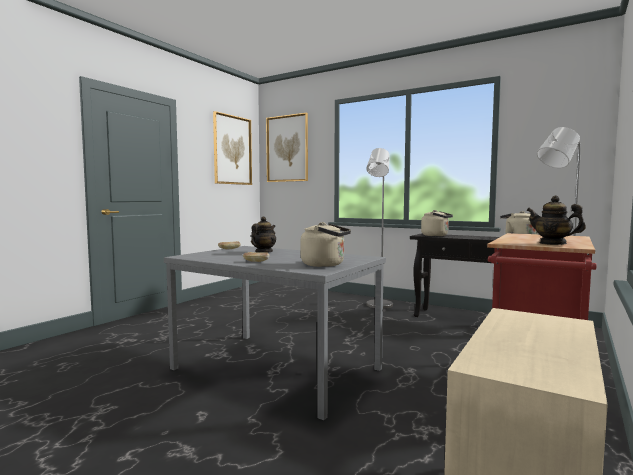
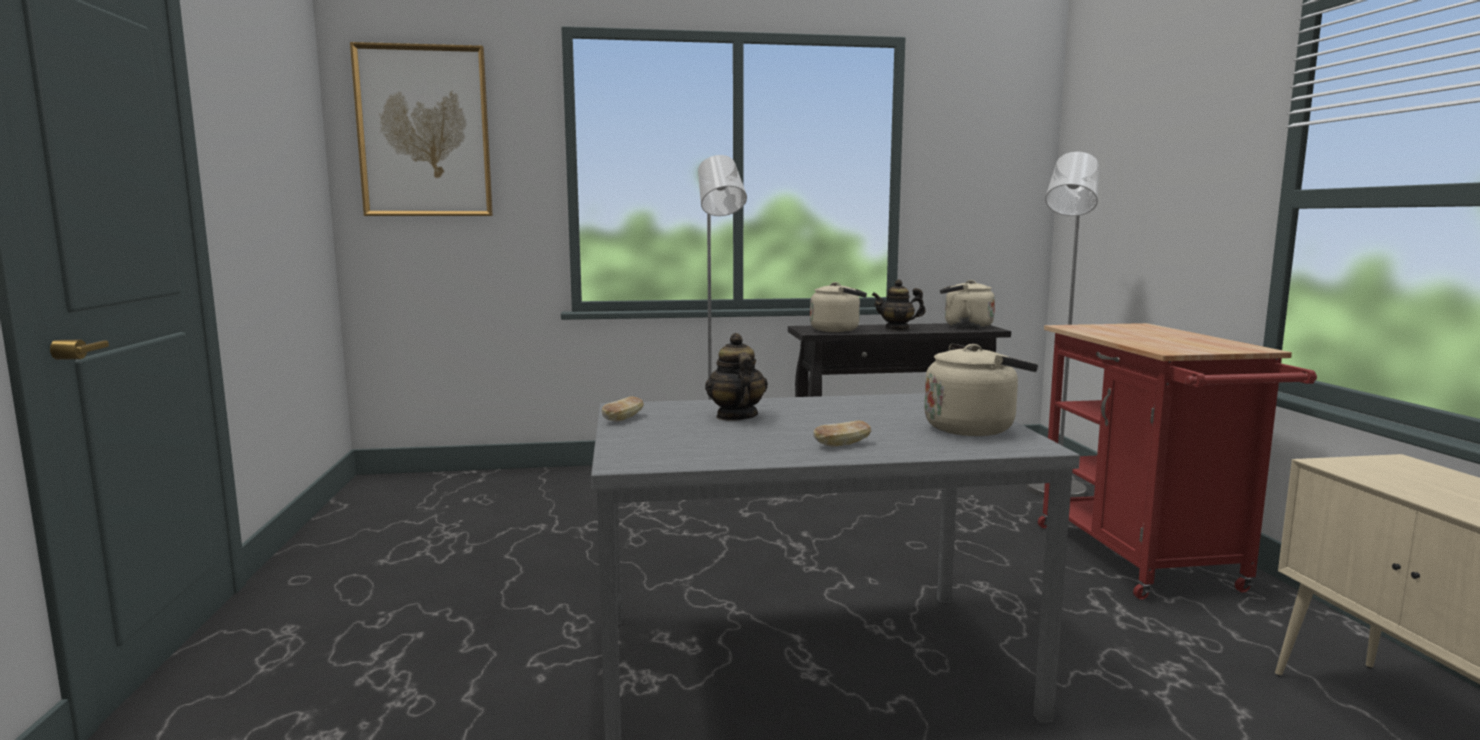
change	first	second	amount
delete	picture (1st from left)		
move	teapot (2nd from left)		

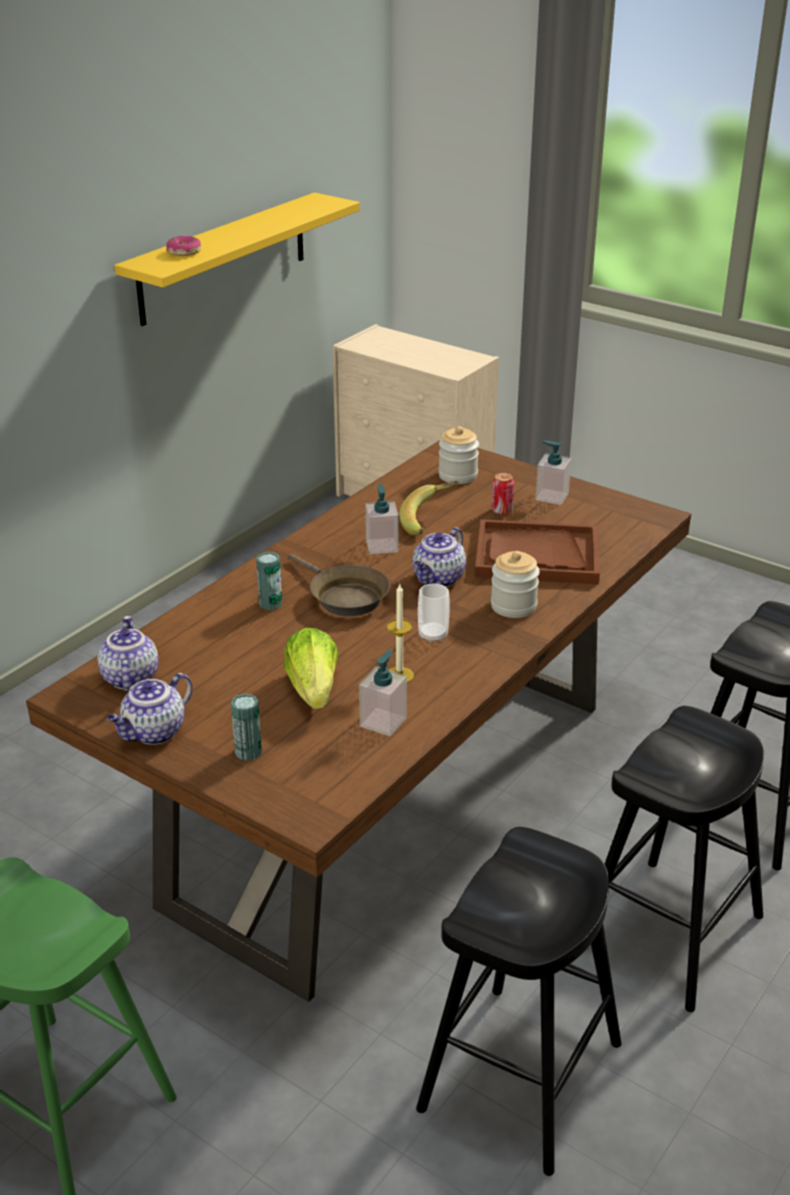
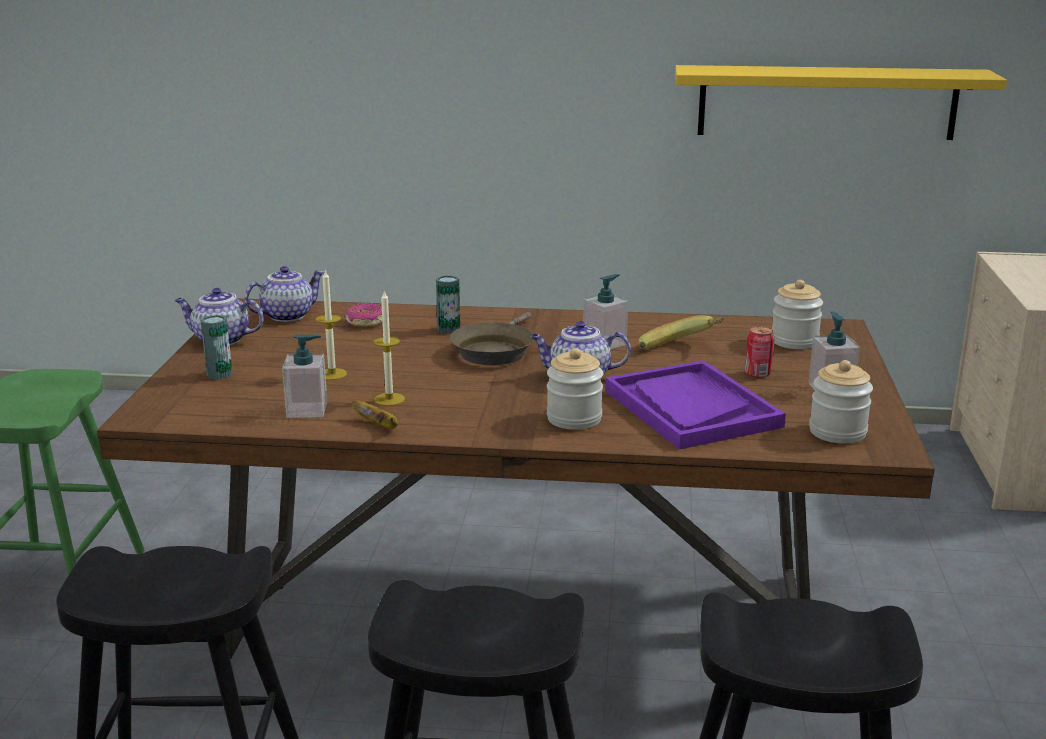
change	first	second	amount
move	donut		
recolor	brown_tray	purple_tray	
delete	cup		
replace	lettuce	candle (1st from left)	
insert		jar (3rd from left)	
insert		banana (1st from left)	

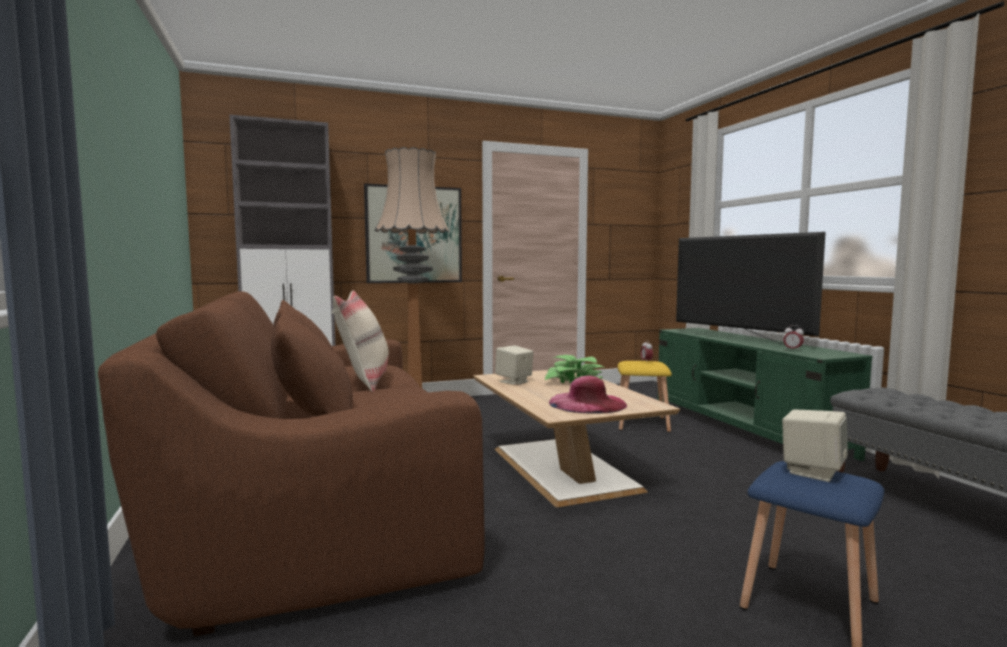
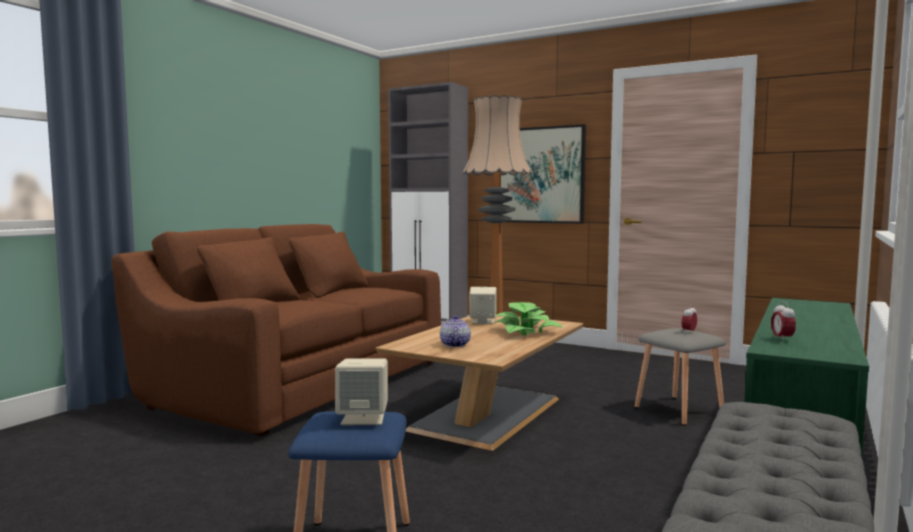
change	first	second	amount
delete	television		
delete	beige_pillow		
recolor	yellow_stool	grey_stool	
replace	pink_hat	teapot	

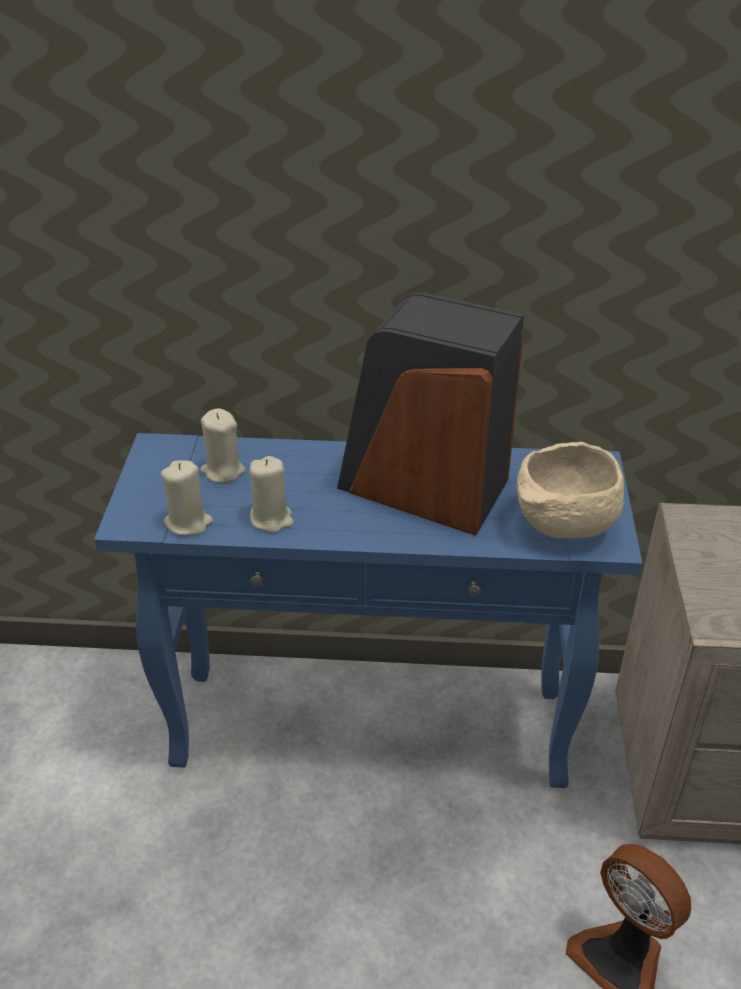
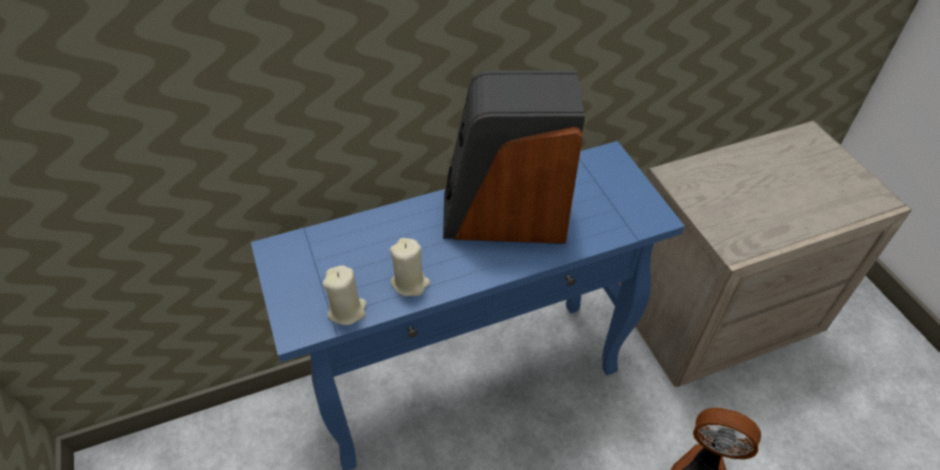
change	first	second	amount
delete	beige_candle (2nd from left)		
delete	beige_bowl		

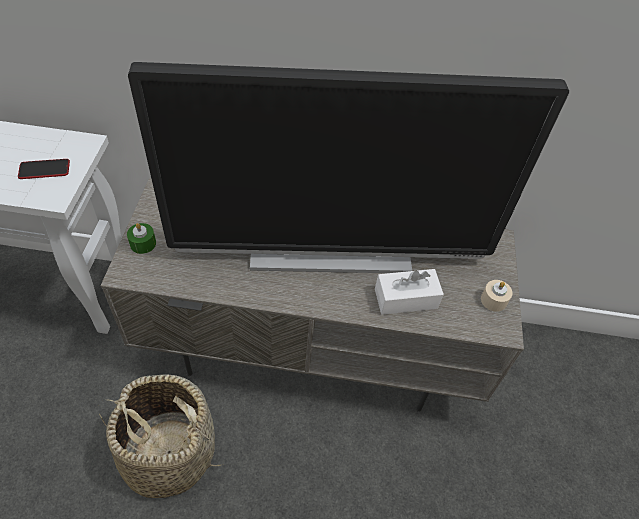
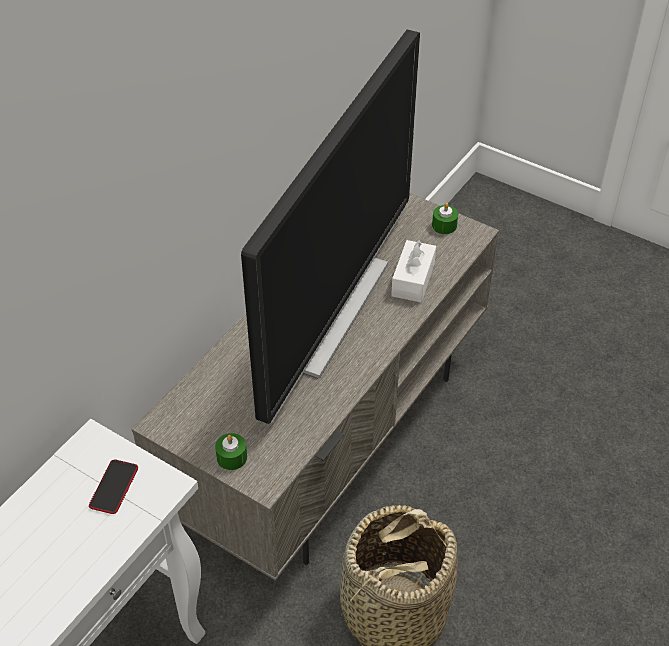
change	first	second	amount
recolor	beige_candle	green_candle (2nd from left)	

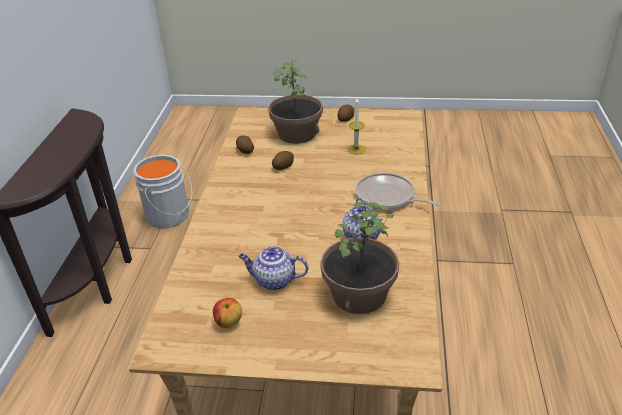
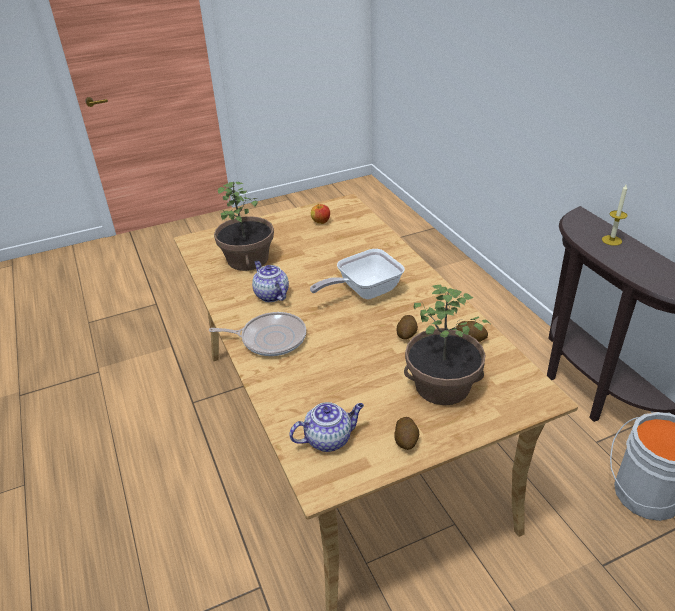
change	first	second	amount
move	candle		
move	teapot (1st from left in the first image)	teapot (2nd from left)	
insert		frying_pan (2nd from left)	

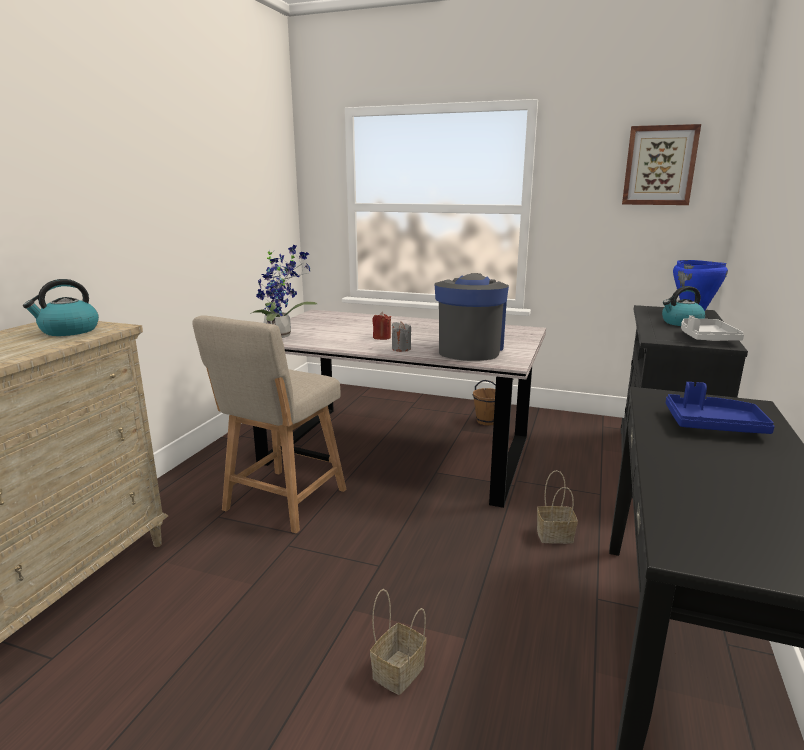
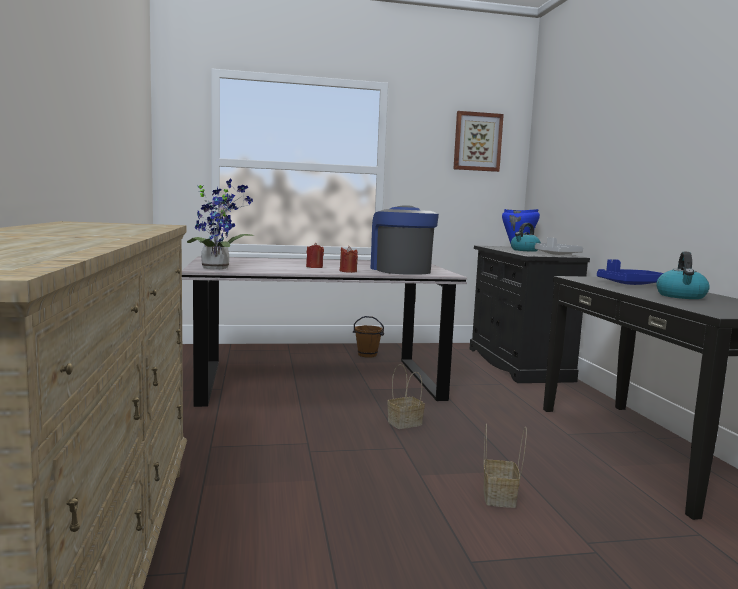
change	first	second	amount
move	kettle (1st from left in the first image)	kettle (2nd from left)	
delete	beige_chair		
recolor	grey_candle	red_candle (2nd from left)	
move	basket (2nd from left in the first image)	basket (1st from left)	

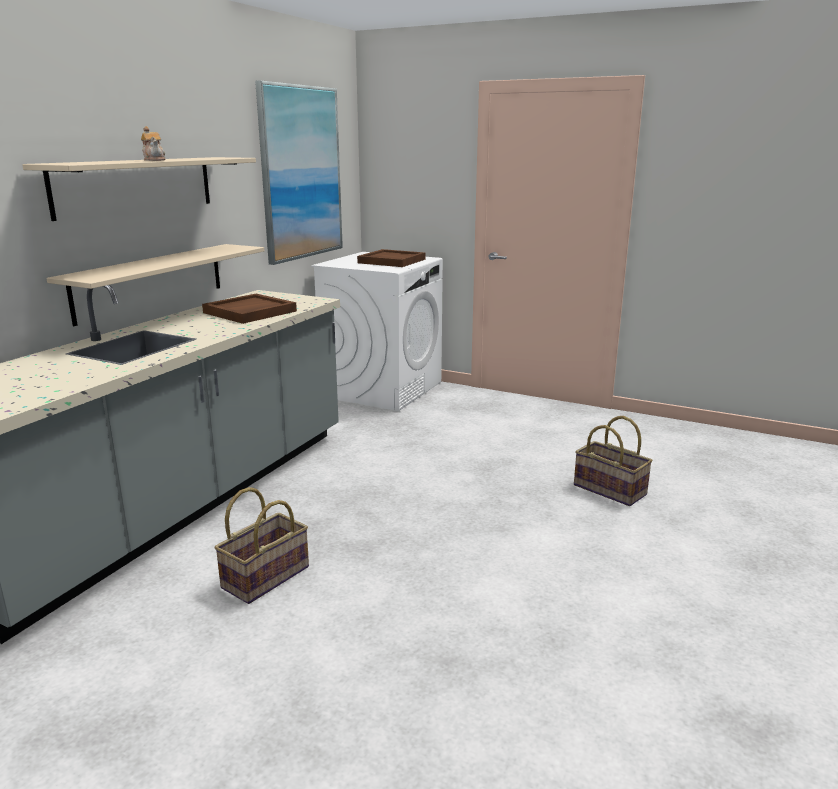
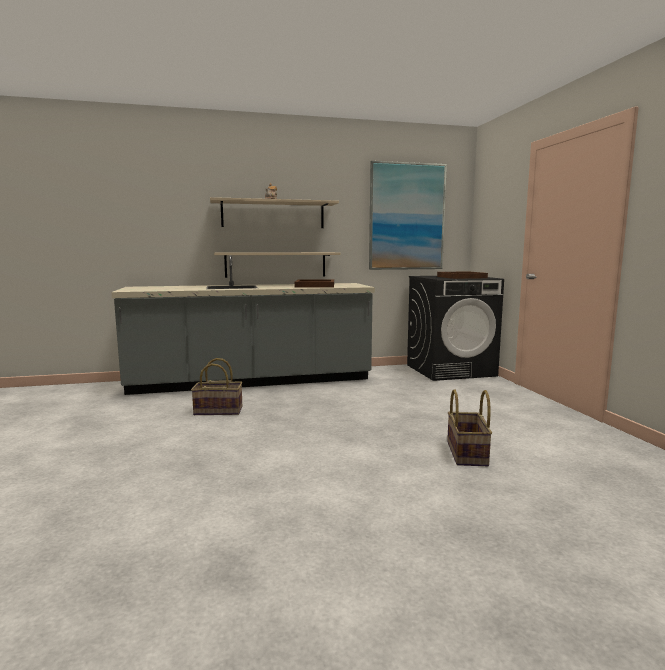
change	first	second	amount
recolor	white_washing_machine	black_washing_machine	

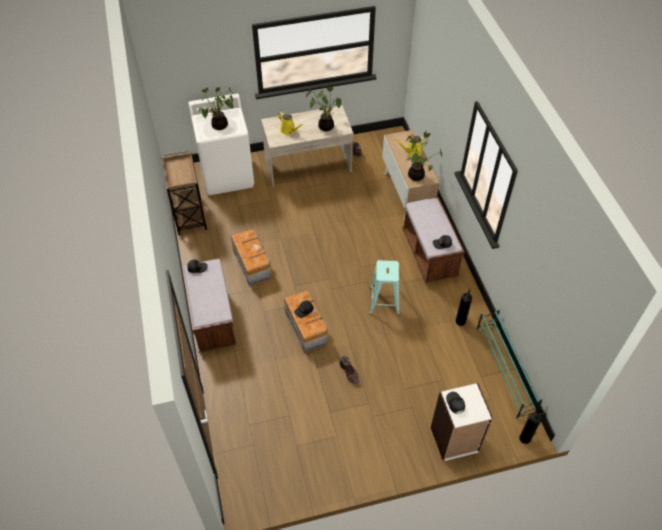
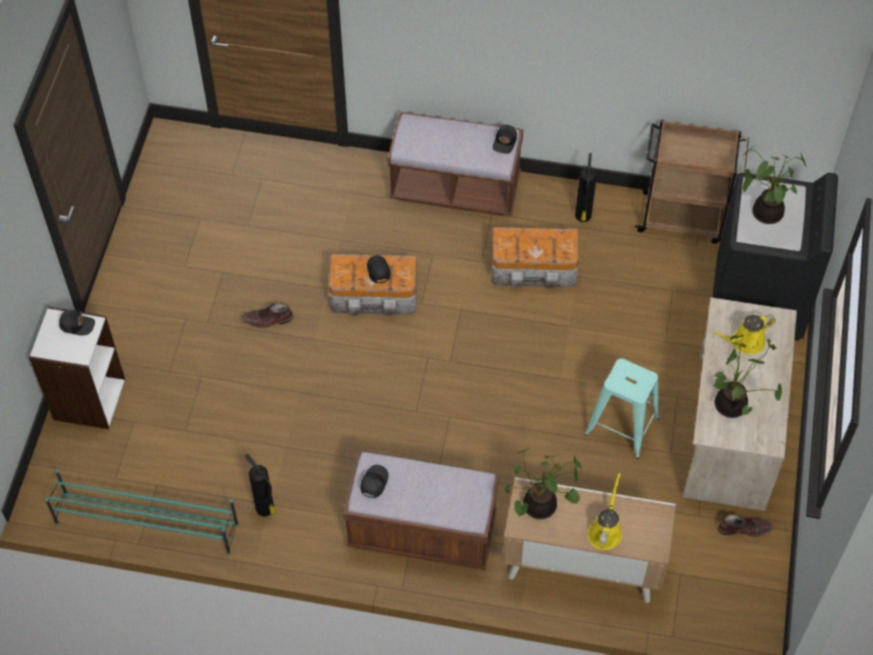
change	first	second	amount
recolor	white_washing_machine	black_washing_machine	
move	turquoise_stool		
move	fire_extinguisher (2nd from left)		

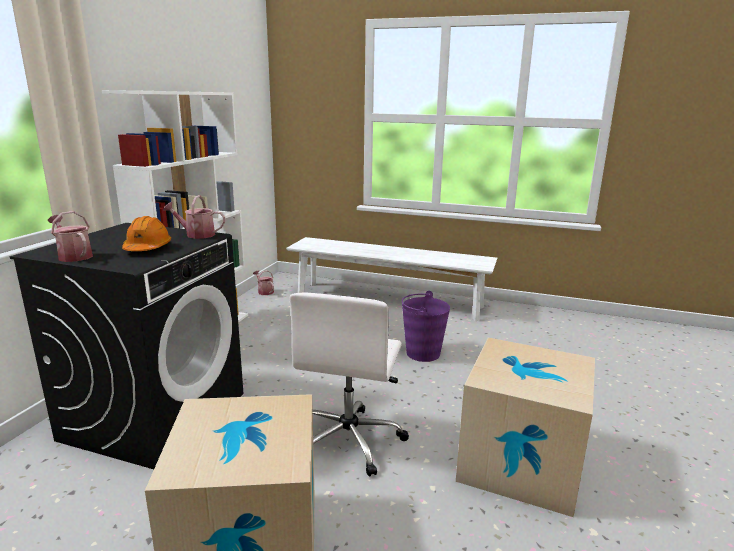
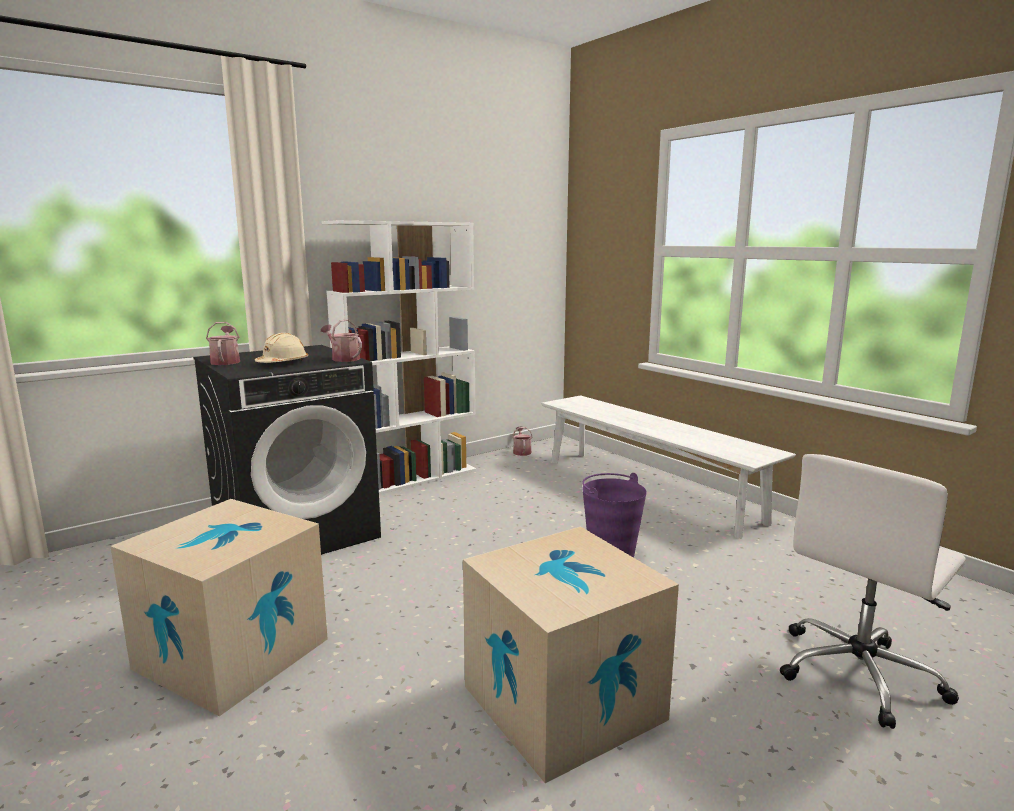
change	first	second	amount
recolor	orange_hard_hat	beige_hard_hat	
move	white_office_chair		

